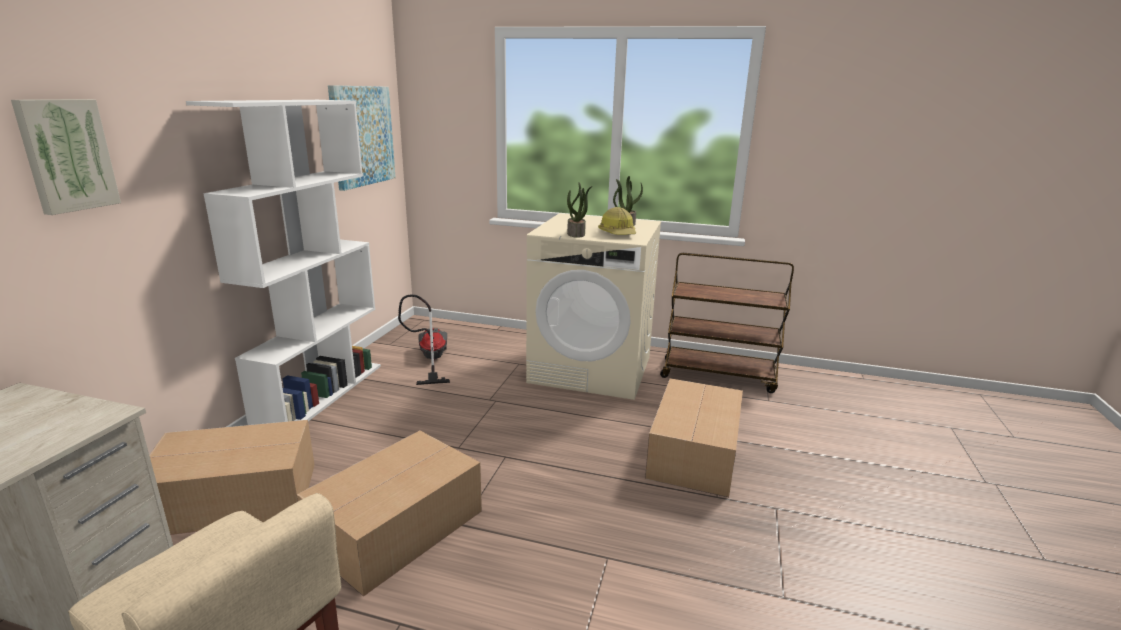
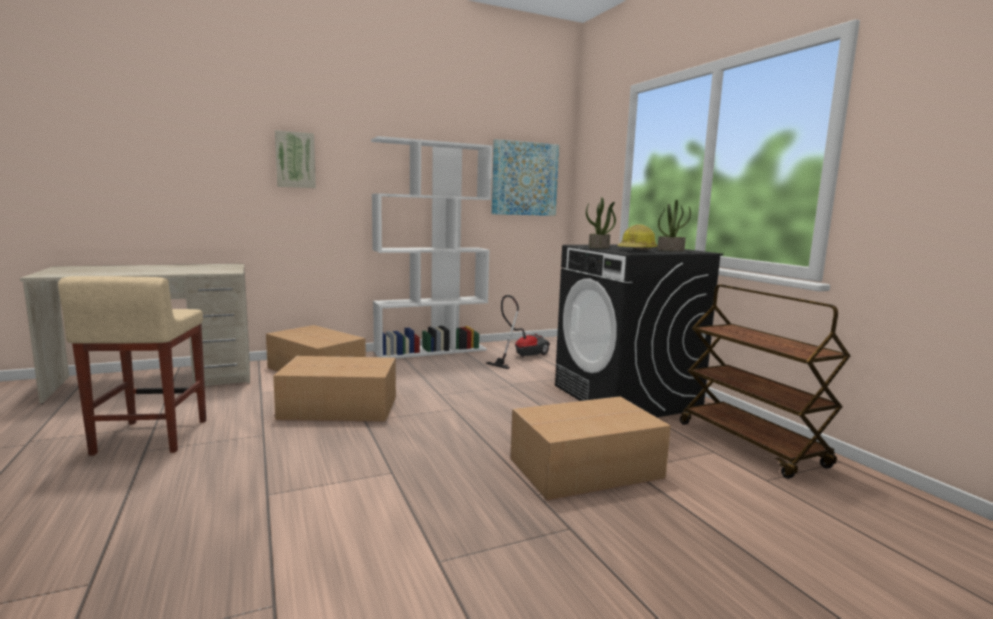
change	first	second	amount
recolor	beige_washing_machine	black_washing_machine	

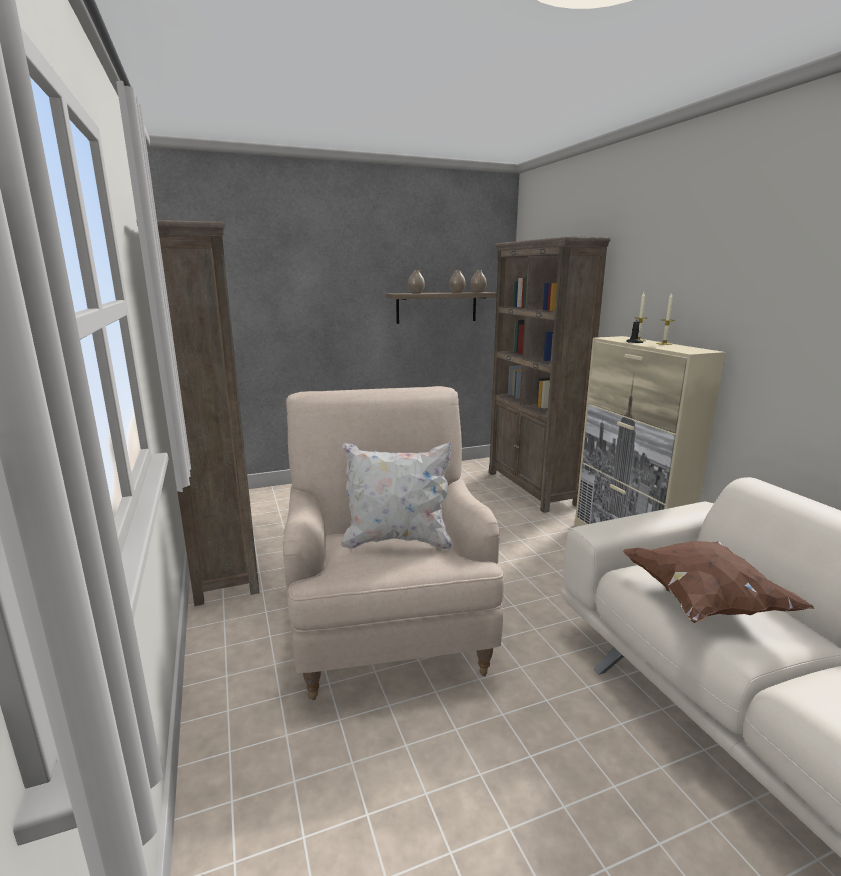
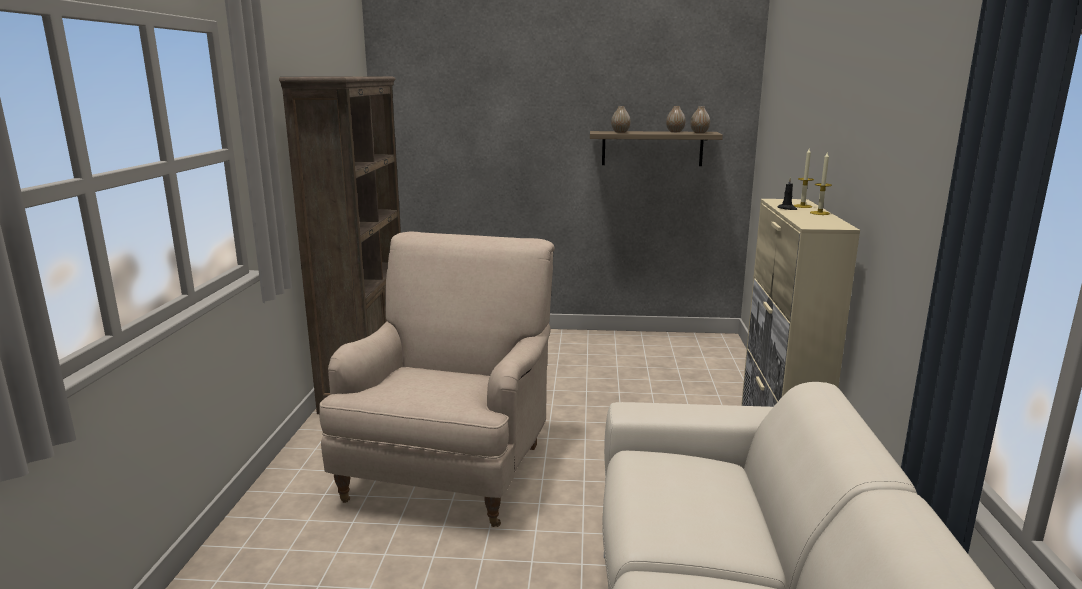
change	first	second	amount
delete	brown_bookcase (2nd from left)		
delete	white_pillow		
delete	brown_pillow		

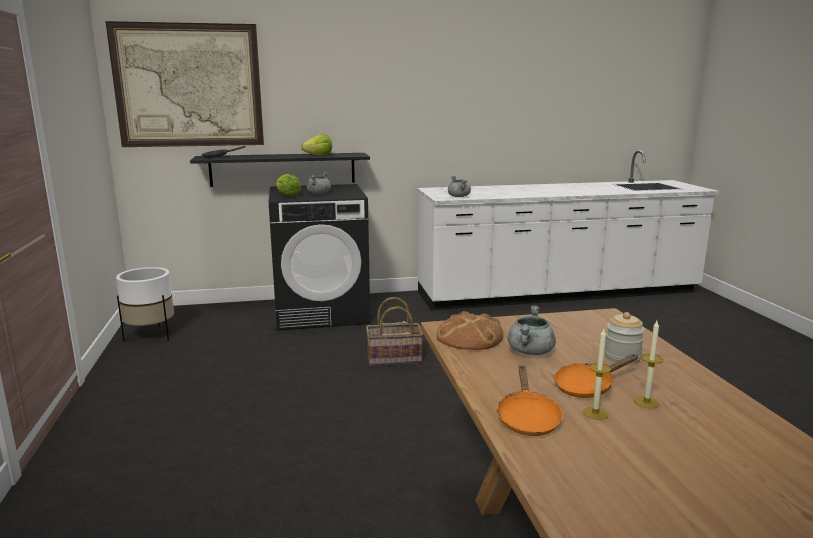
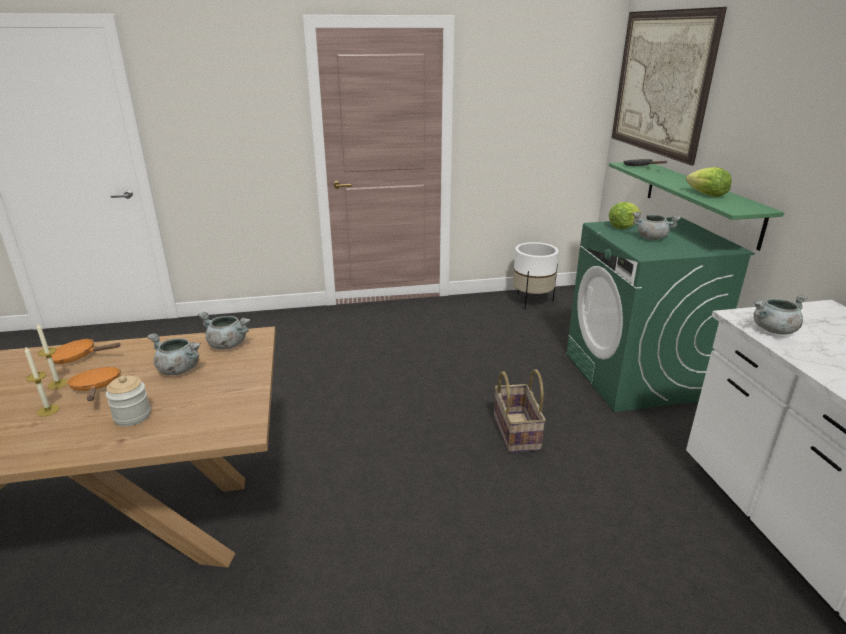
change	first	second	amount
recolor	black_shelf	green_shelf	
recolor	black_washing_machine	green_washing_machine	
replace	bread	grey_cooking_pot (2nd from left)	

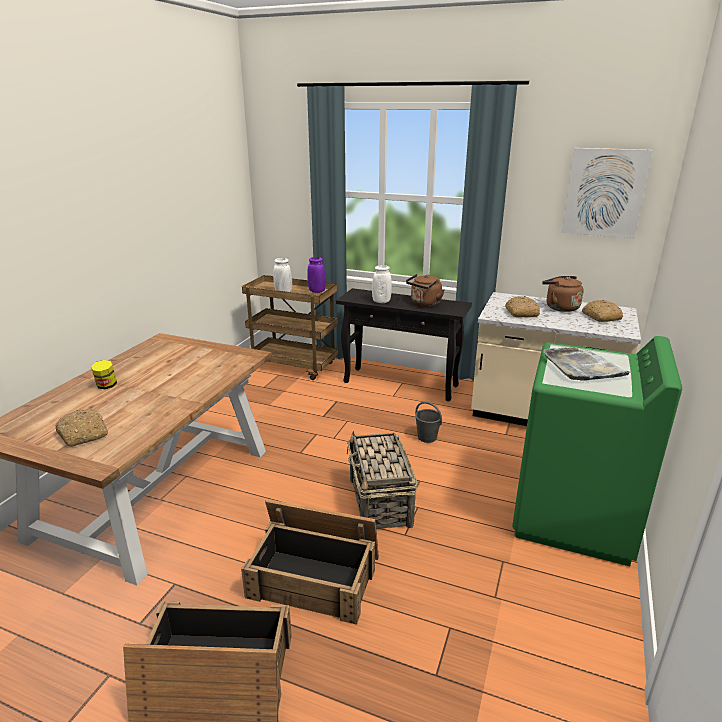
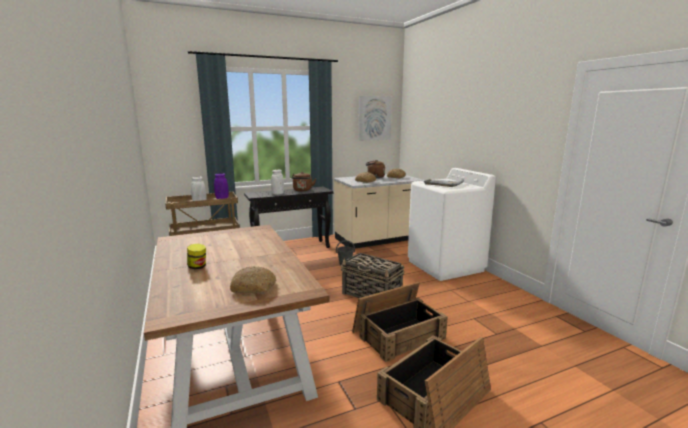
change	first	second	amount
recolor	green_washing_machine	white_washing_machine	

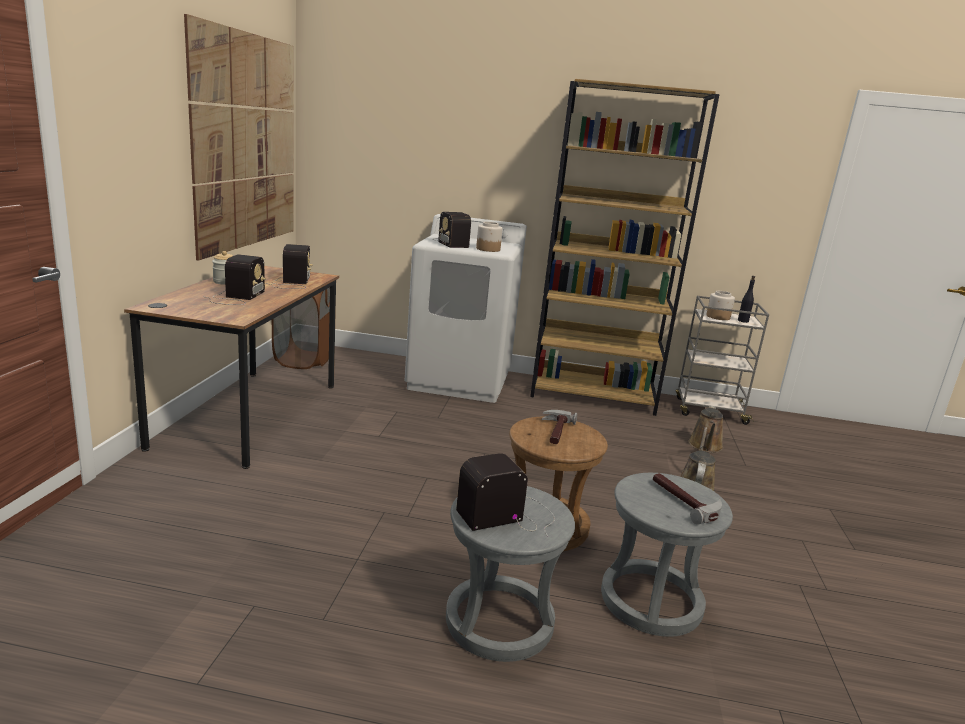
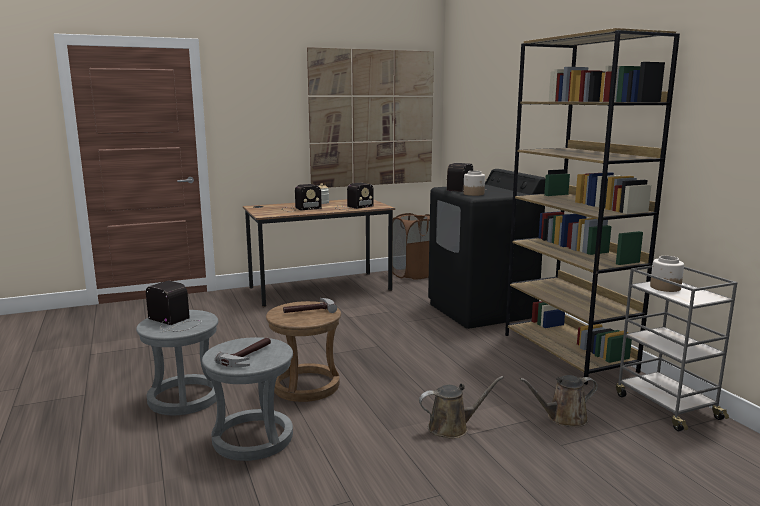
change	first	second	amount
recolor	white_washing_machine	black_washing_machine	
delete	black_bottle		

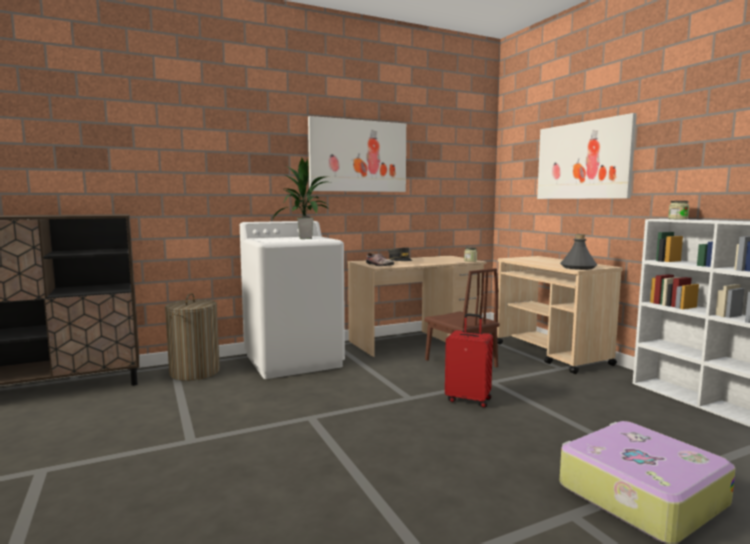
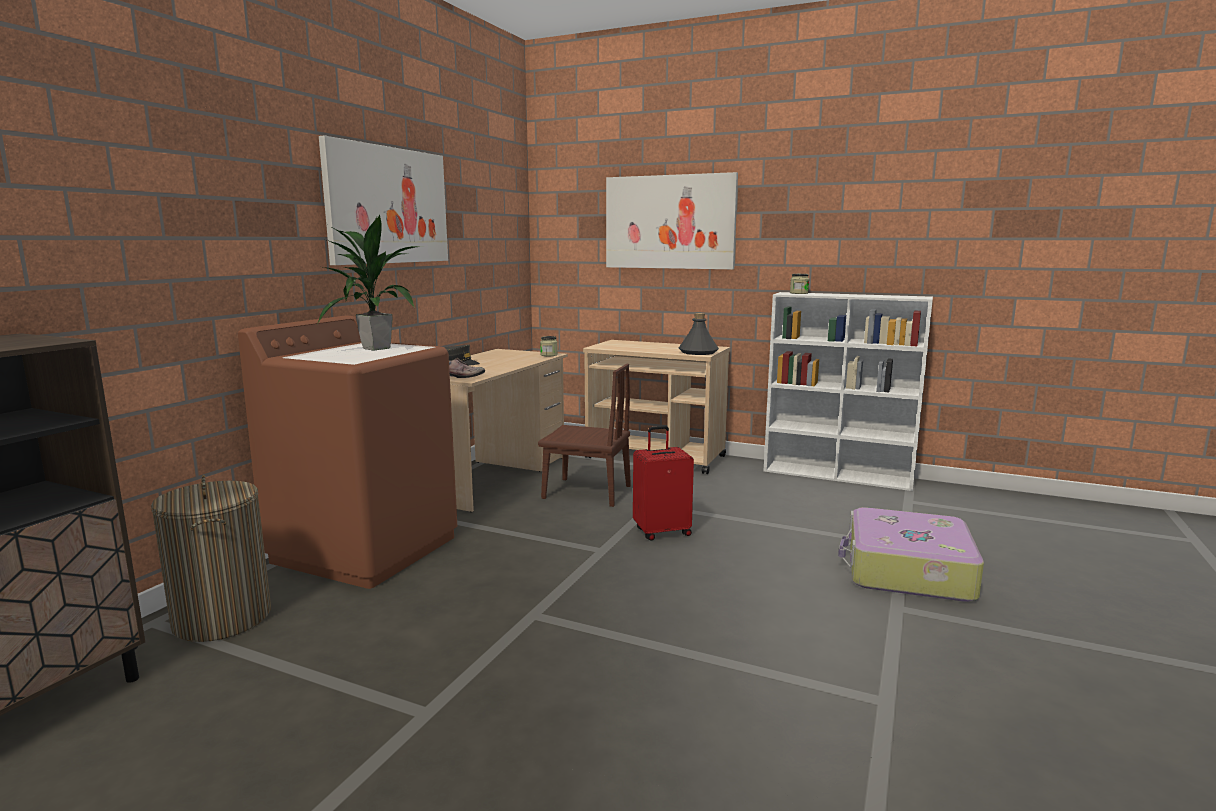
change	first	second	amount
recolor	white_washing_machine	brown_washing_machine	

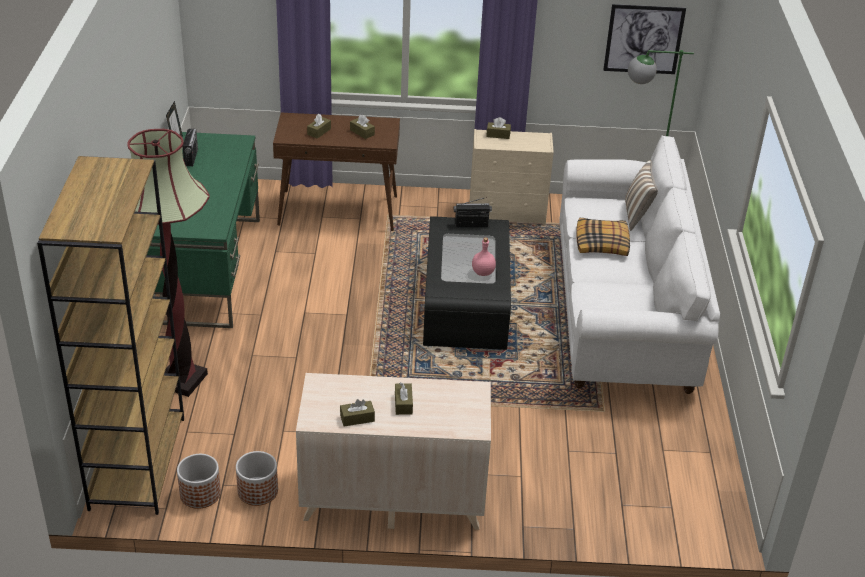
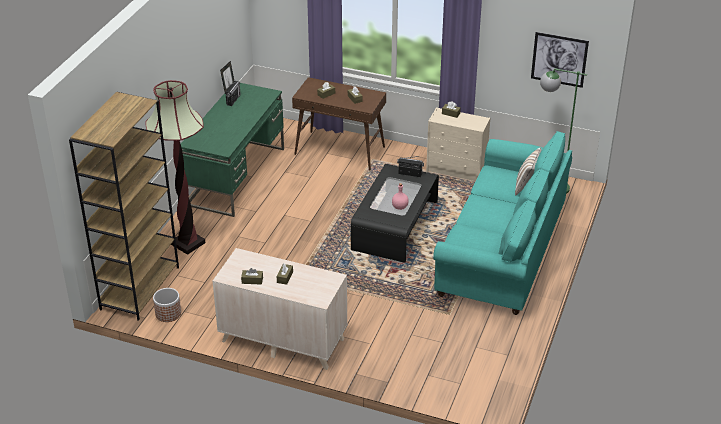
change	first	second	amount
recolor	white_sofa	turquoise_sofa	
delete	pillow (1st from left)		
delete	planter (2nd from left)		

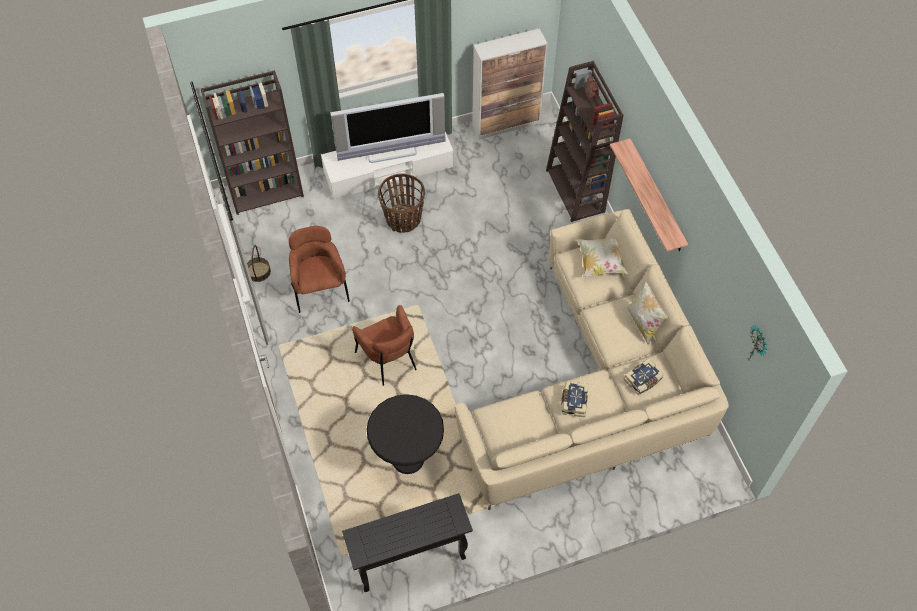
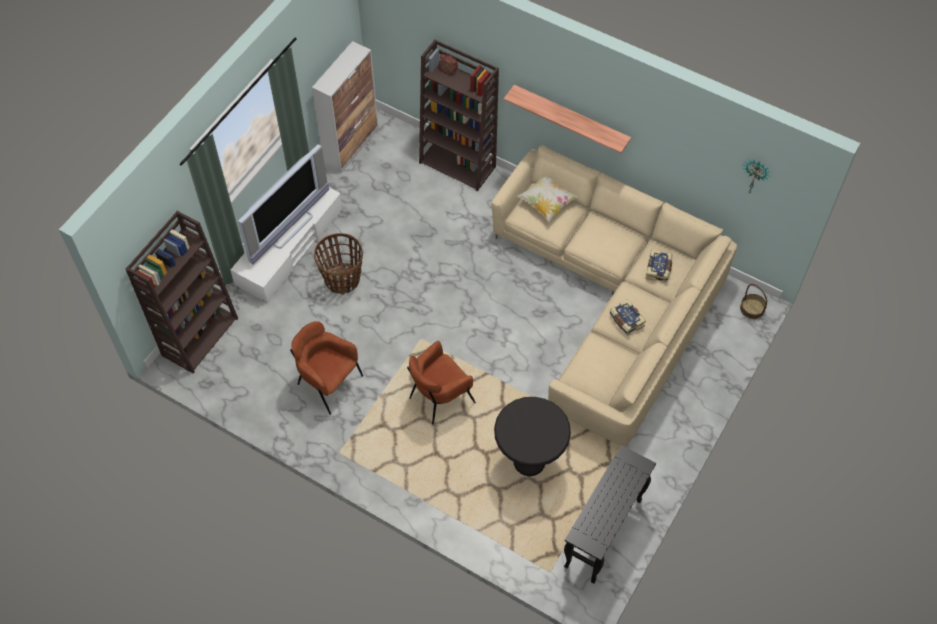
change	first	second	amount
move	basket (1st from left in the first image)	basket (2nd from left)	
delete	pillow (2nd from left)		
rotate	brown_armchair (2nd from left)		120 degrees clockwise

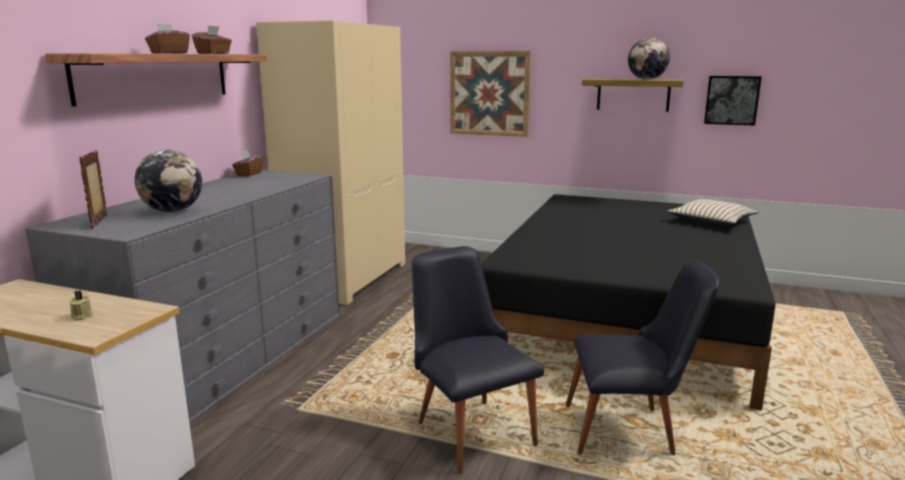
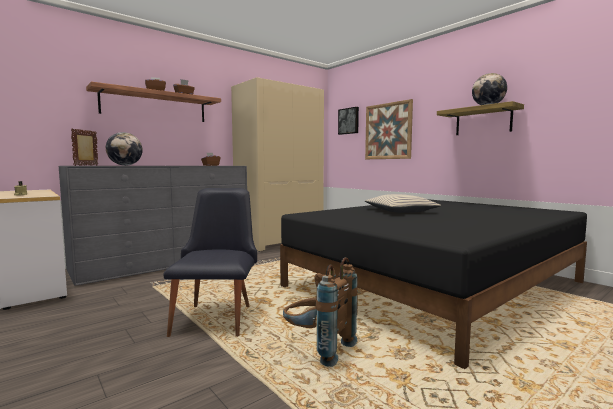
change	first	second	amount
move	picture (2nd from left in the first image)	picture (1st from left)	
move	beige_pillow		
replace	black_chair (2nd from left)	brown_backpack	

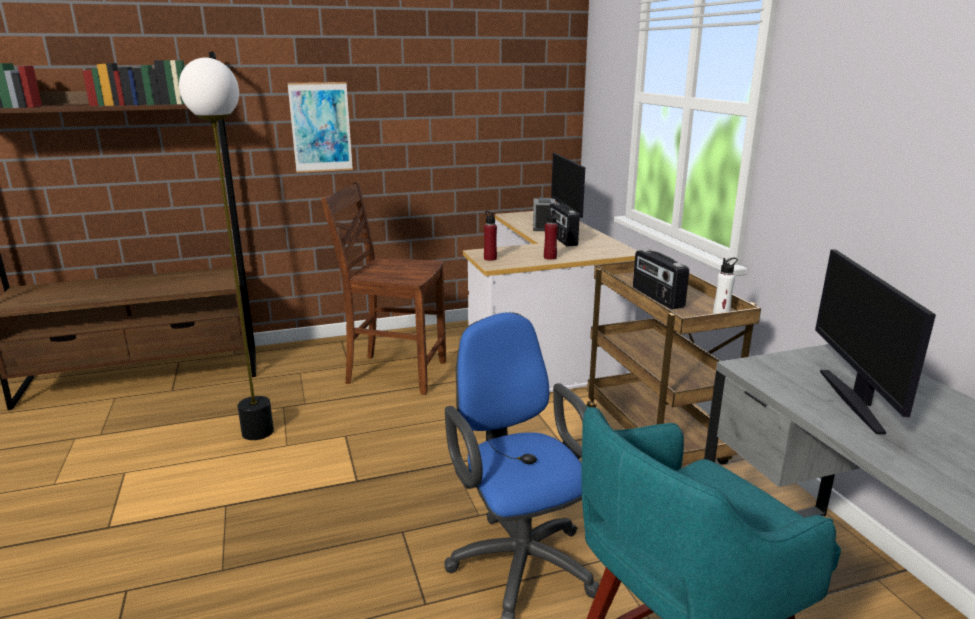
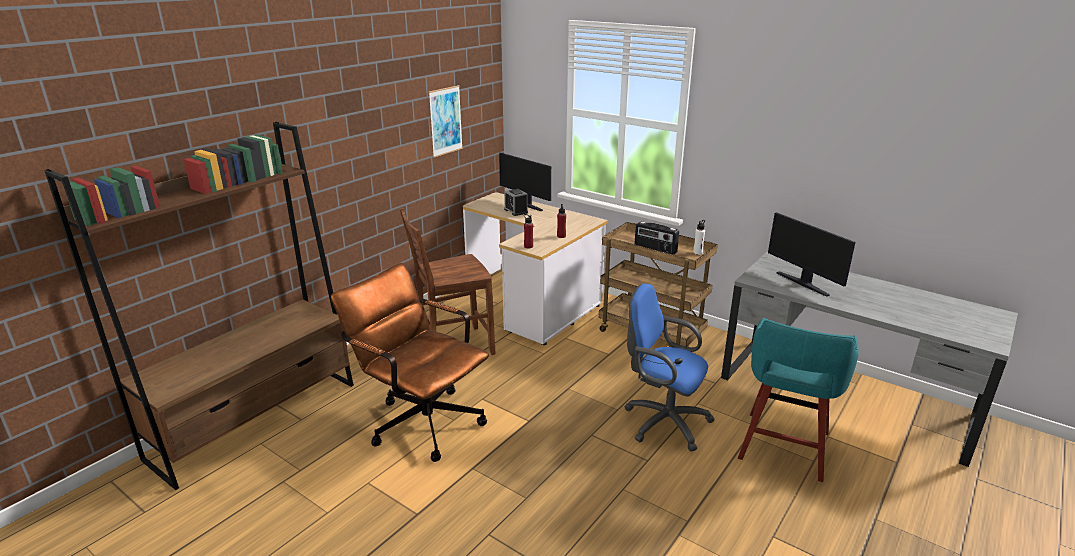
change	first	second	amount
replace	floor_lamp	brown_office_chair	
move	picture		
delete	radio (1st from left)		

